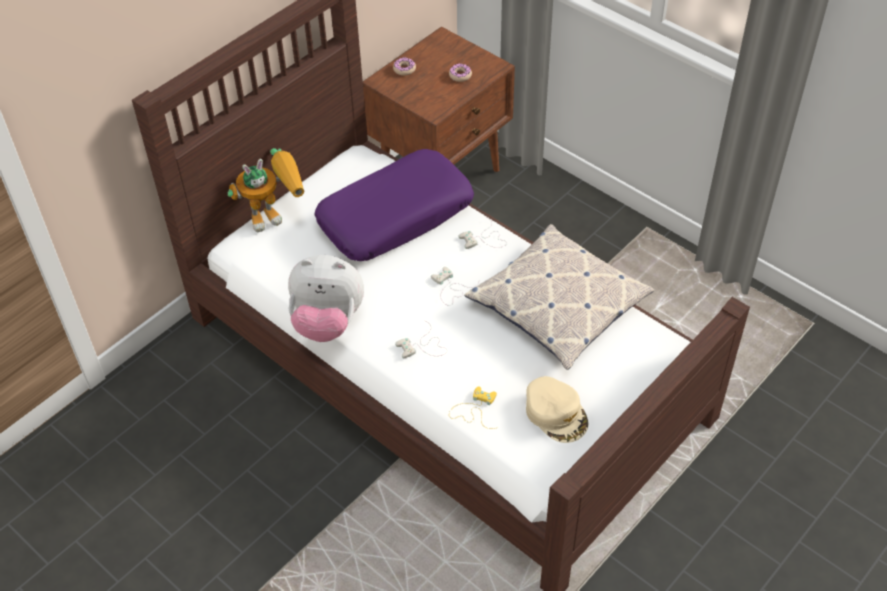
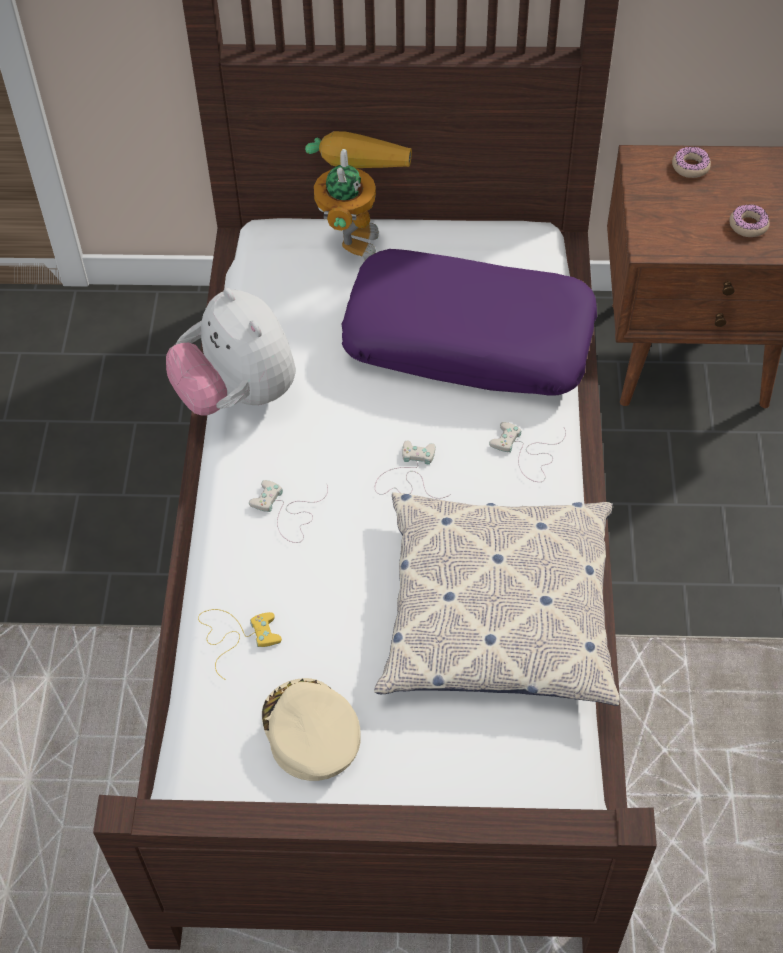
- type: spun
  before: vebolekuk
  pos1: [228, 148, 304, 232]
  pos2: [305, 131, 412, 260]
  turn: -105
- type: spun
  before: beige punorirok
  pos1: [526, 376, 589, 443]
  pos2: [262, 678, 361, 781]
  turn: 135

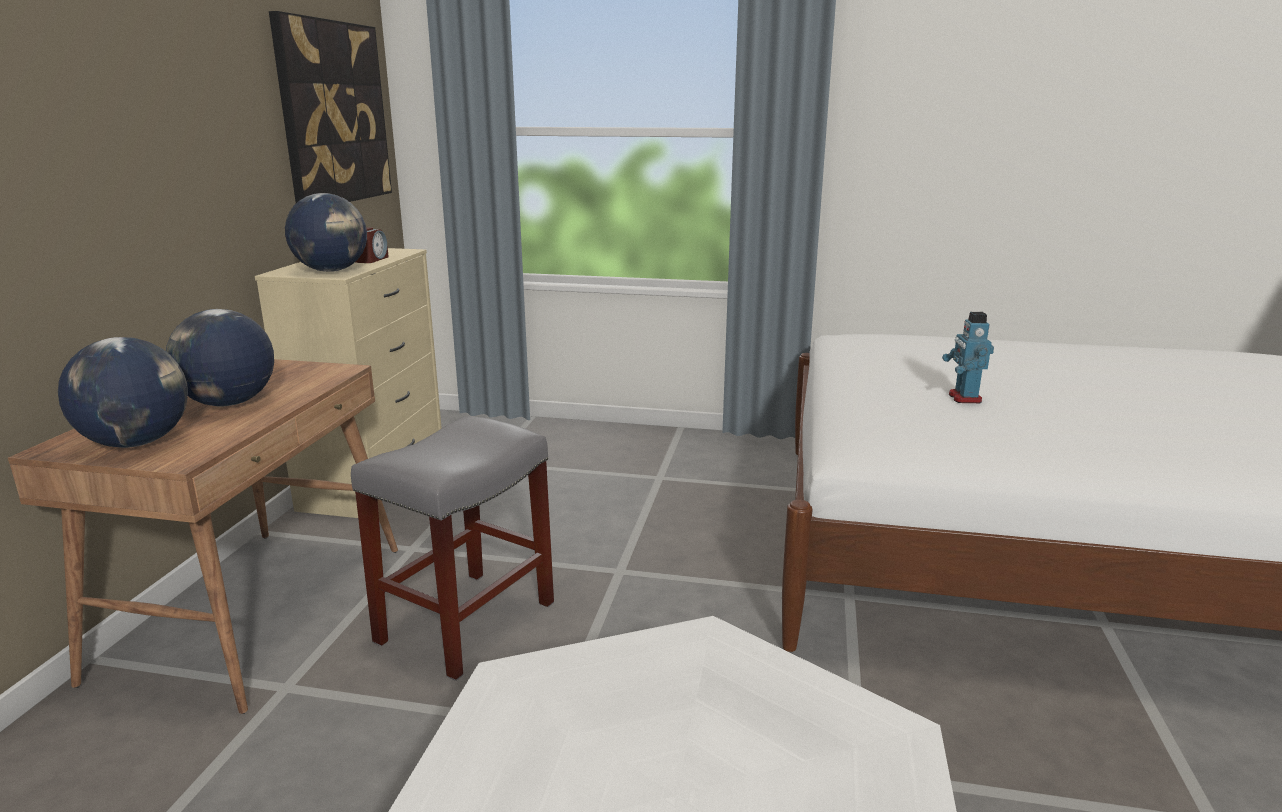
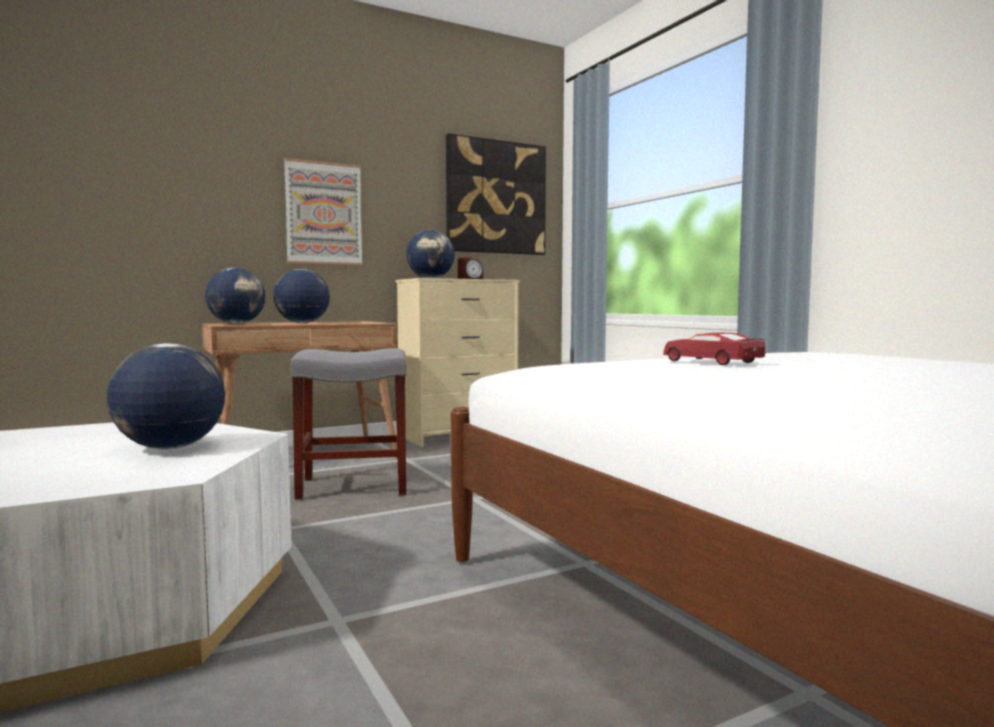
- type: exchanged
  before: vebolekuk
  after: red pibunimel
  pos1: [942, 312, 994, 403]
  pos2: [663, 332, 767, 365]
- type: appeared
  after: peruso
  pos2: [284, 158, 363, 265]
- type: appeared
  after: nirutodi
  pos2: [107, 343, 225, 449]

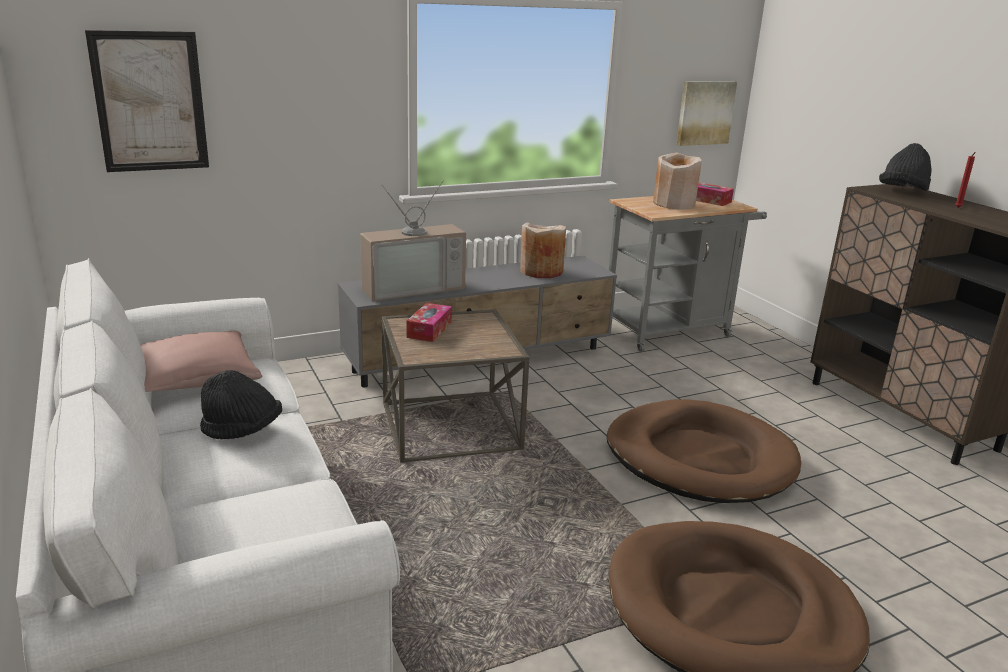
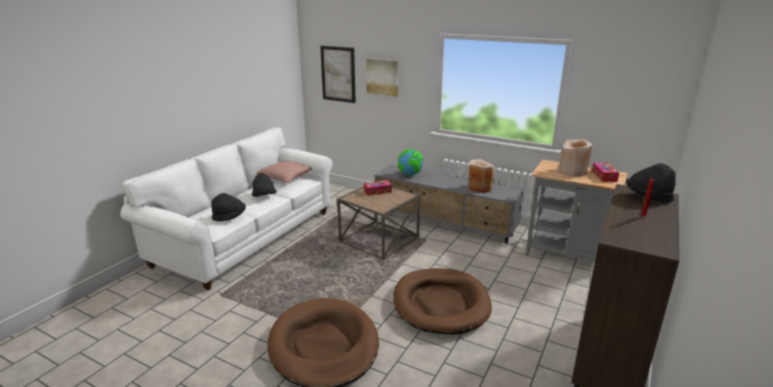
- type: relocated
  before: peruso
  pos1: [676, 81, 737, 146]
  pos2: [366, 58, 398, 97]
- type: exchanged
  before: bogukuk
  after: nirutodi
  pos1: [360, 180, 466, 301]
  pos2: [398, 149, 423, 176]
- type: appeared
  after: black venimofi
  pos2: [211, 193, 246, 221]

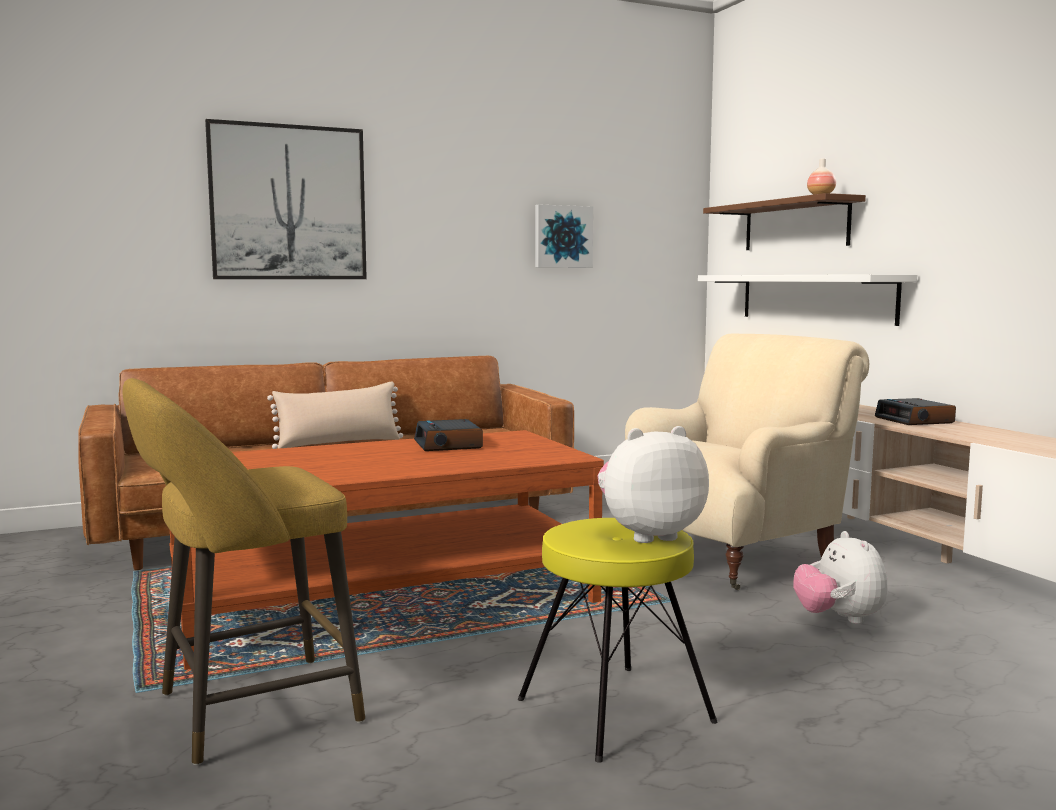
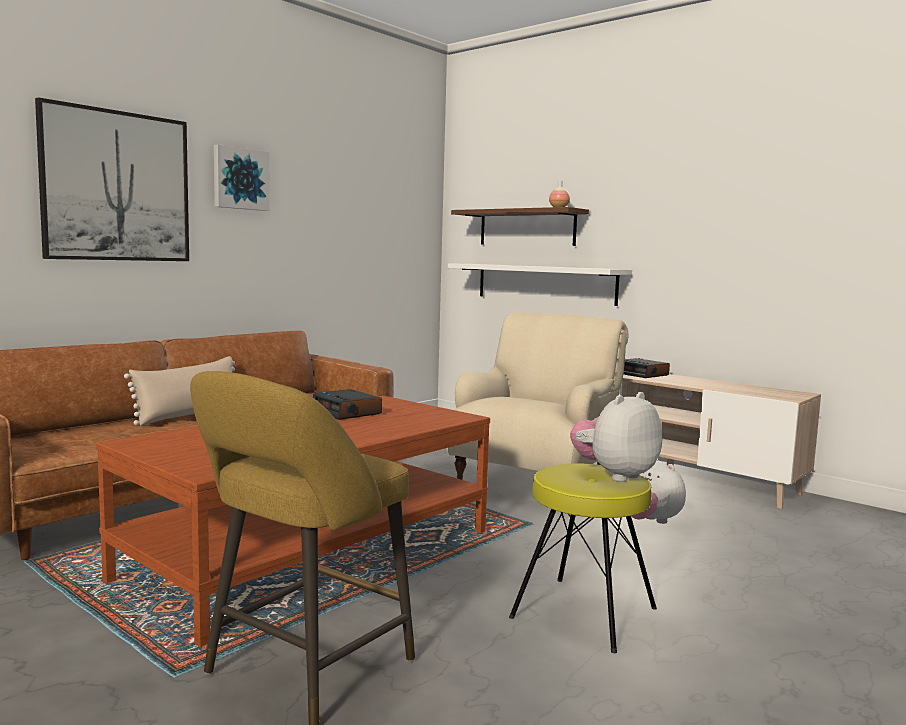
- type: relocated
  before: peruso
  pos1: [535, 204, 593, 268]
  pos2: [214, 144, 270, 211]

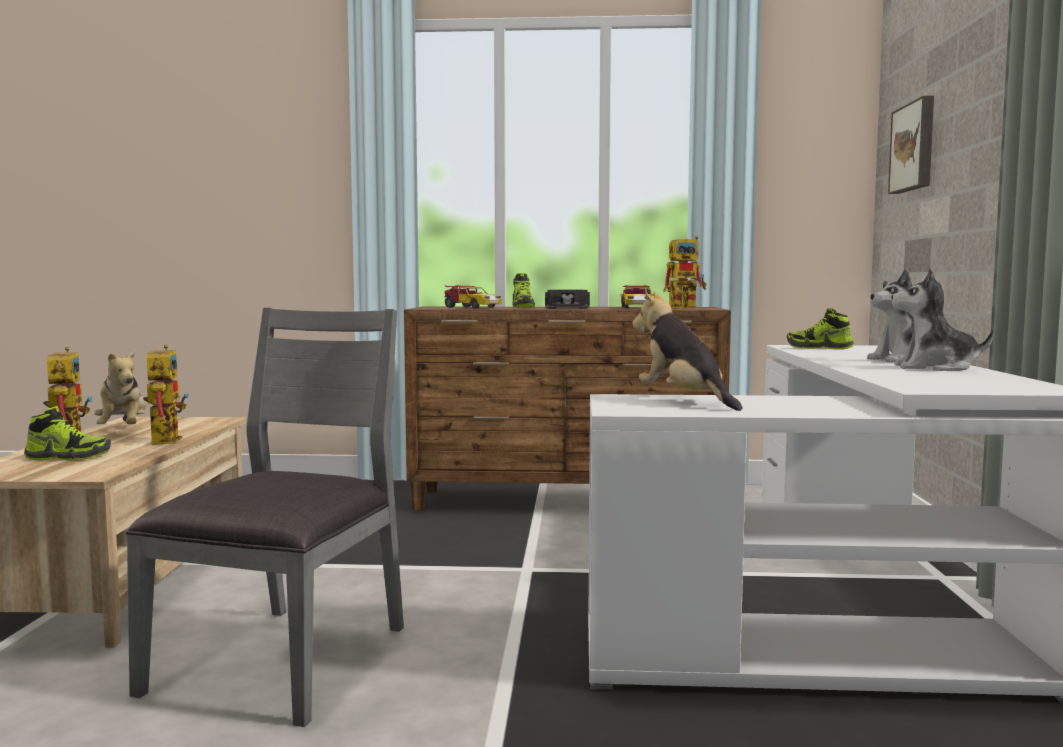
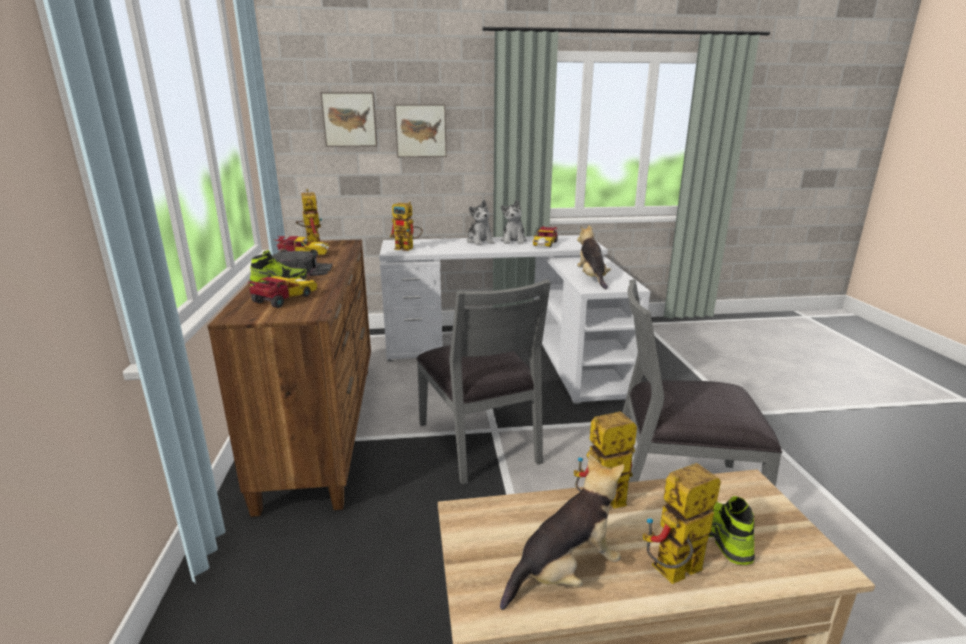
- type: spun
  before: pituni
  pos1: [632, 289, 742, 411]
  pos2: [577, 225, 611, 290]
  turn: 120
- type: exchanged
  before: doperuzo
  after: vebolekuk
  pos1: [787, 308, 854, 350]
  pos2: [390, 202, 423, 251]
- type: appeared
  after: peruso
  pos2: [394, 104, 447, 157]
- type: appeared
  after: pibunimel
  pos2: [533, 226, 558, 247]
- type: appeared
  after: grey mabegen
  pos2: [416, 279, 551, 485]

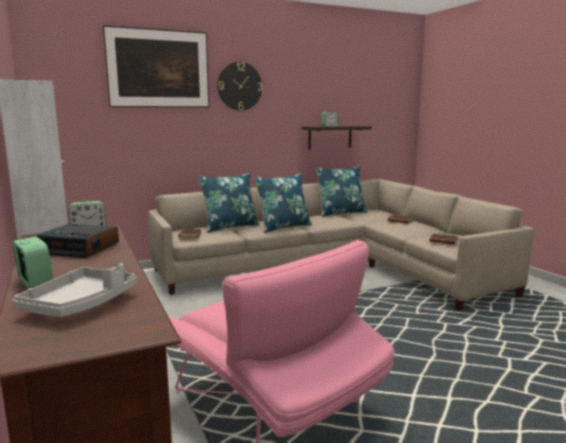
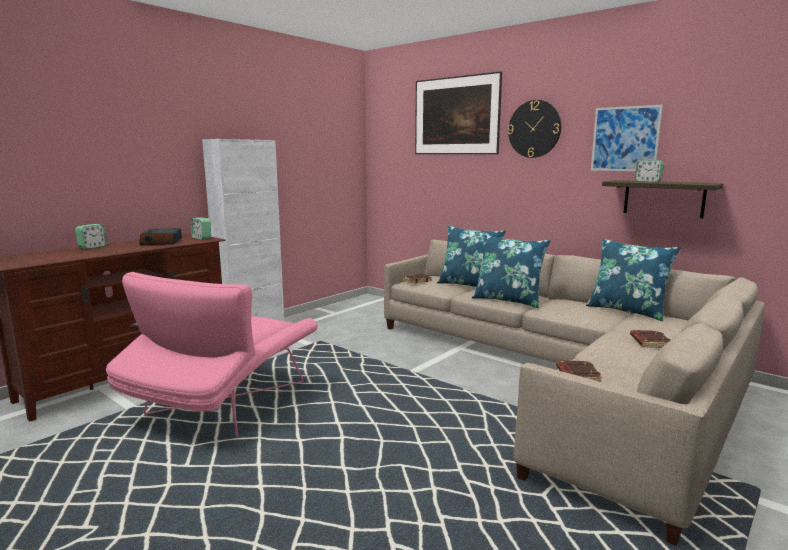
- type: missing
  before: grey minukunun
  pos1: [13, 263, 137, 317]
- type: appeared
  after: peruso
  pos2: [591, 105, 663, 171]

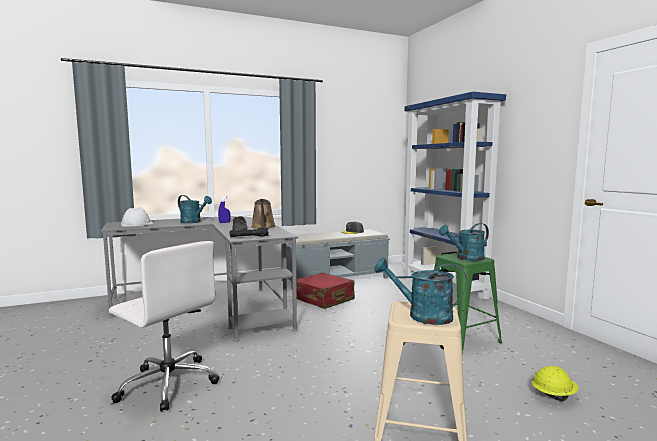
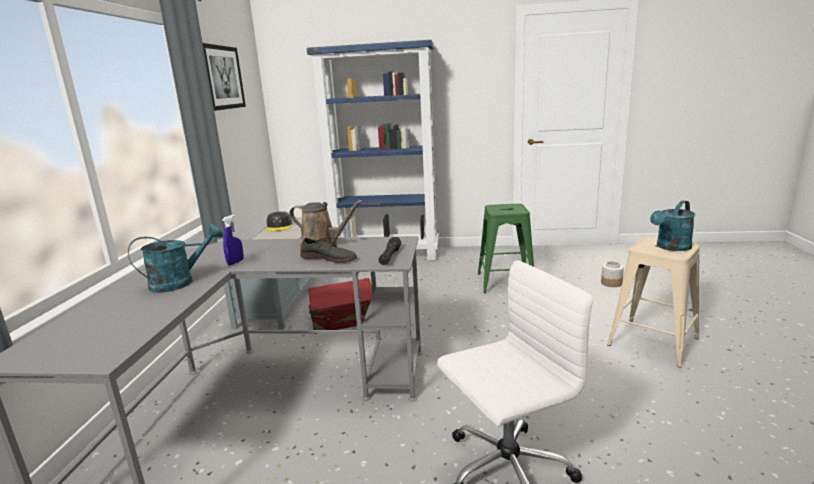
- type: missing
  before: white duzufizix
  pos1: [121, 207, 154, 227]
- type: missing
  before: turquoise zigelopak
  pos1: [439, 223, 489, 261]
- type: exchanged
  before: yellow duzufizix
  after: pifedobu
  pos1: [532, 366, 578, 401]
  pos2: [601, 261, 624, 287]
- type: appeared
  after: peruso
  pos2: [203, 43, 246, 111]

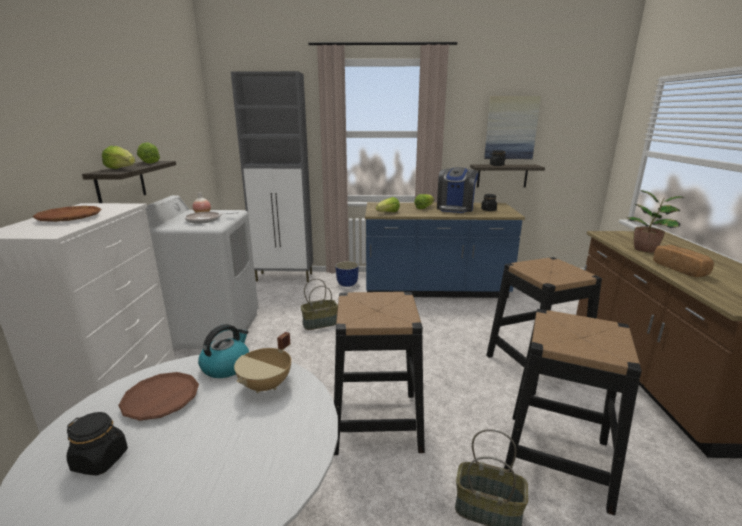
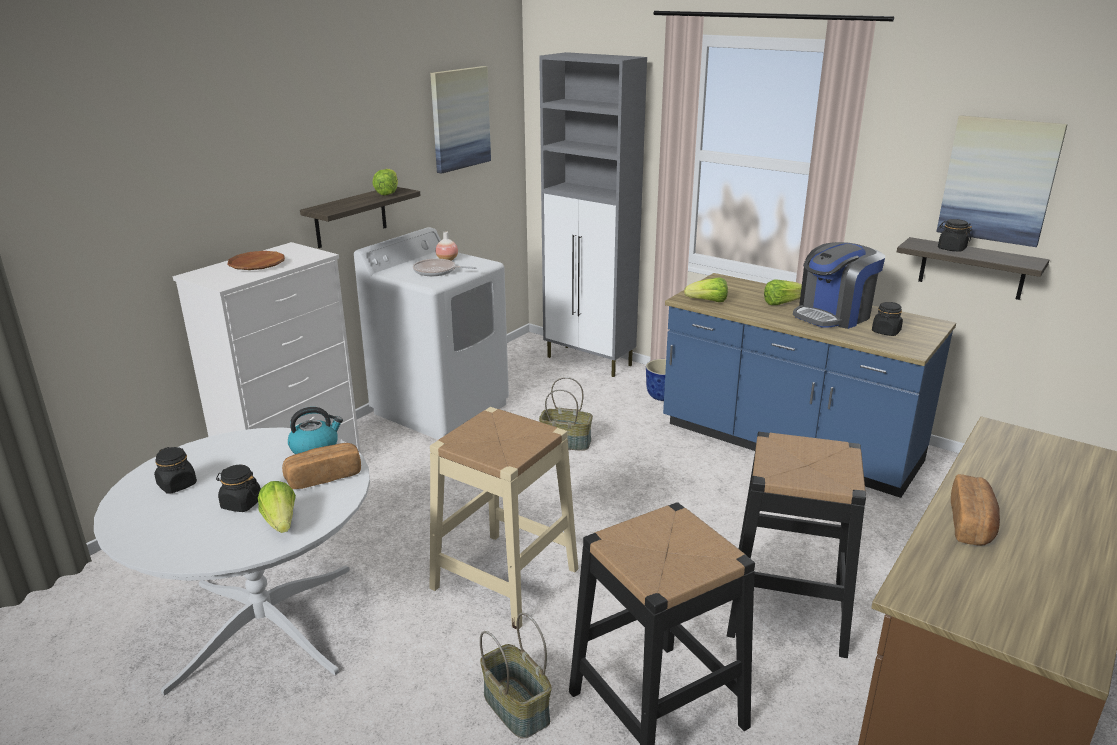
- type: relocated
  before: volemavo
  pos1: [102, 146, 135, 169]
  pos2: [258, 481, 296, 533]
- type: missing
  before: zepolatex
  pos1: [626, 190, 684, 253]
- type: colour
  before: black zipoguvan
  after: beige zipoguvan
  pos1: [334, 292, 425, 455]
  pos2: [429, 407, 578, 629]
- type: exchanged
  before: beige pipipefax
  after: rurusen
  pos1: [234, 332, 291, 393]
  pos2: [282, 443, 361, 489]
- type: missing
  before: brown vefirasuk
  pos1: [118, 372, 199, 421]
- type: appeared
  after: peruso
  pos2: [430, 66, 491, 174]
- type: appeared
  after: black pifedobu
  pos2: [216, 465, 261, 512]

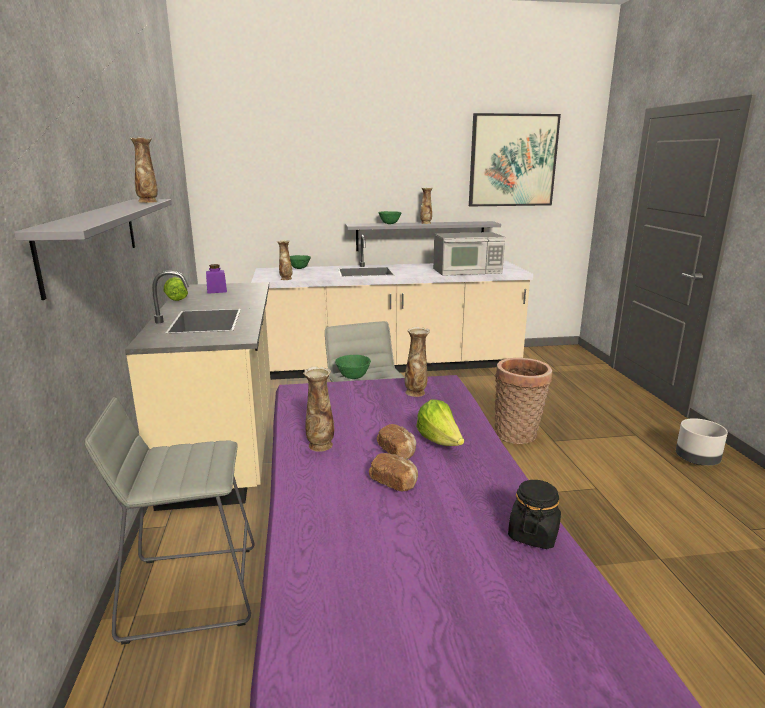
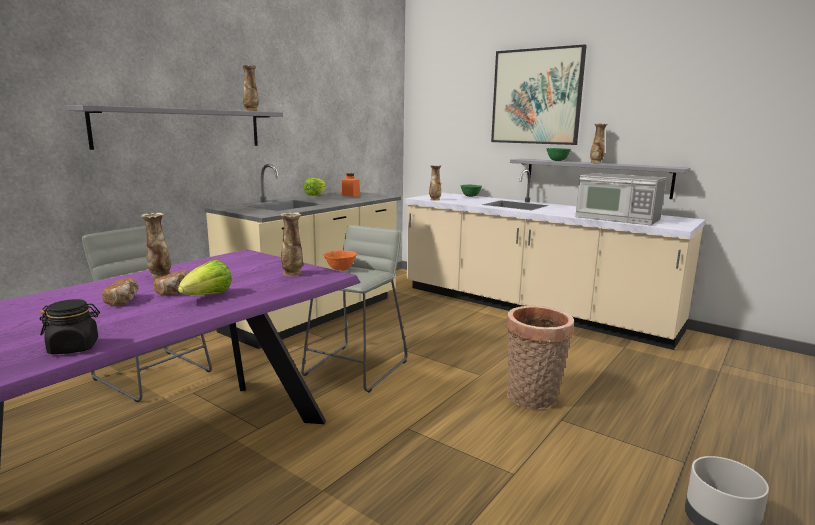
- type: relocated
  before: peruso
  pos1: [469, 113, 561, 206]
  pos2: [491, 44, 587, 145]
- type: colour
  before: purple pifedobu
  after: orange pifedobu
  pos1: [206, 264, 227, 294]
  pos2: [341, 173, 360, 197]
- type: colour
  before: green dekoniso
  after: orange dekoniso
  pos1: [335, 355, 371, 379]
  pos2: [324, 250, 357, 271]

